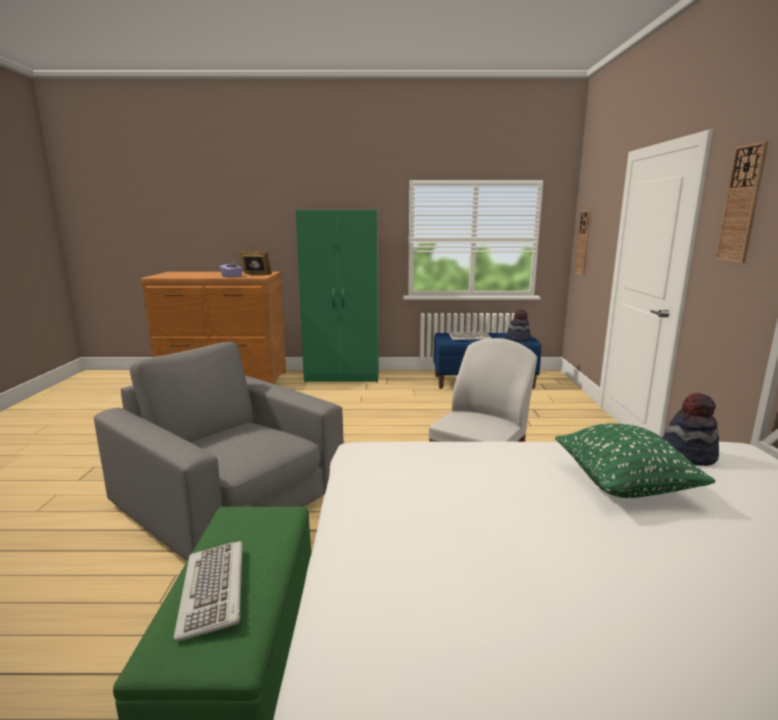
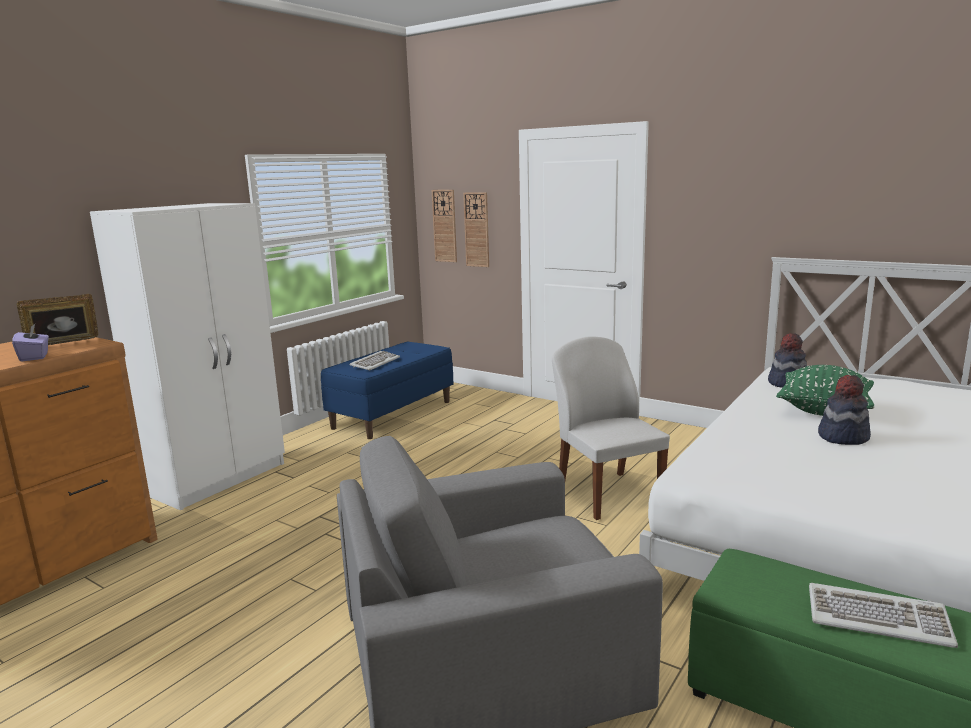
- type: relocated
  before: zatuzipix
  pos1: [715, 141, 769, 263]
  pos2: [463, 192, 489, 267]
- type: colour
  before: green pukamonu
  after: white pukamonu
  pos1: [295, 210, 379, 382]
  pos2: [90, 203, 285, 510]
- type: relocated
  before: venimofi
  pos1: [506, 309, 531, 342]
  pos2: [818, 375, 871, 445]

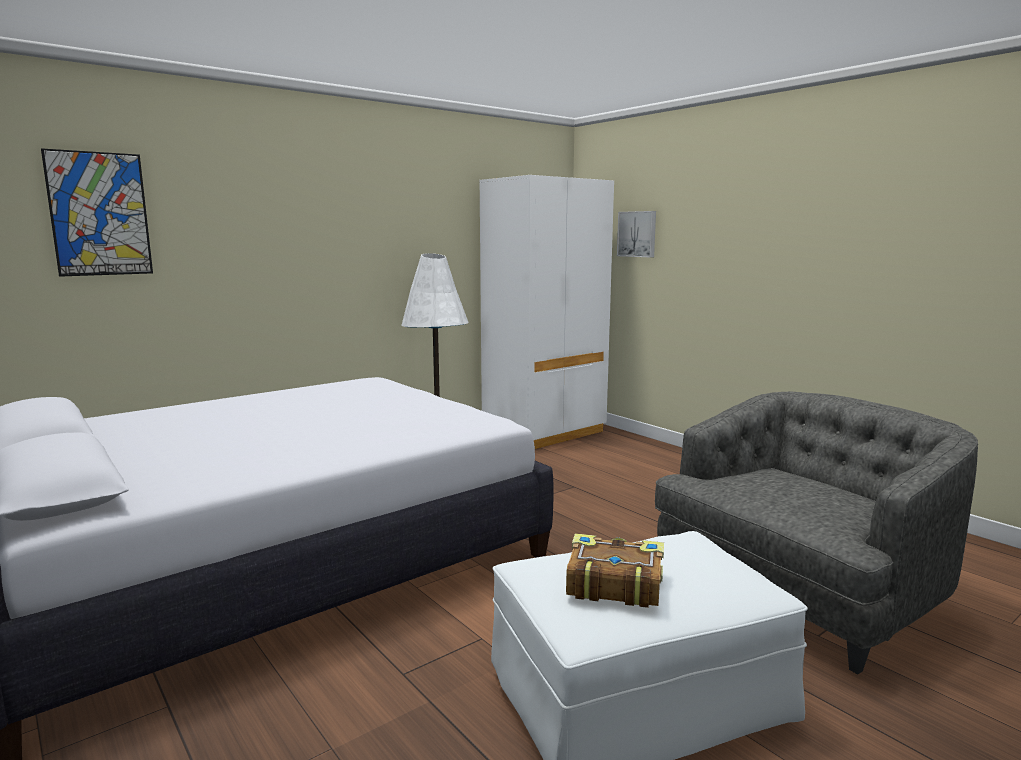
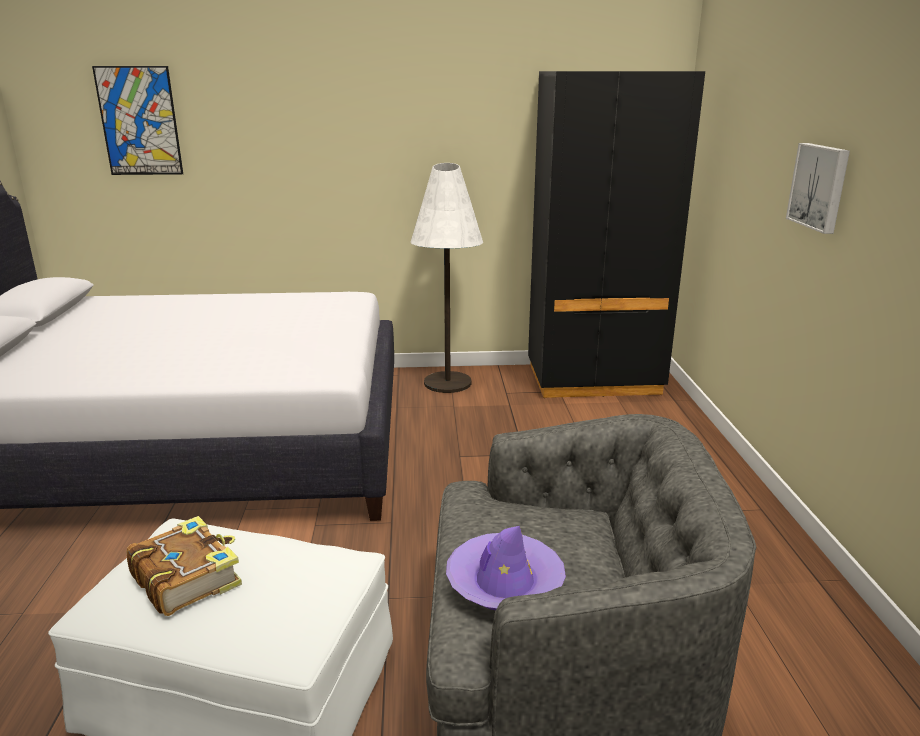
- type: colour
  before: white pukamonu
  after: black pukamonu
  pos1: [480, 175, 614, 449]
  pos2: [528, 71, 705, 398]
- type: relocated
  before: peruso
  pos1: [617, 211, 656, 257]
  pos2: [786, 143, 850, 234]
- type: appeared
  after: purple venimofi
  pos2: [446, 526, 566, 610]

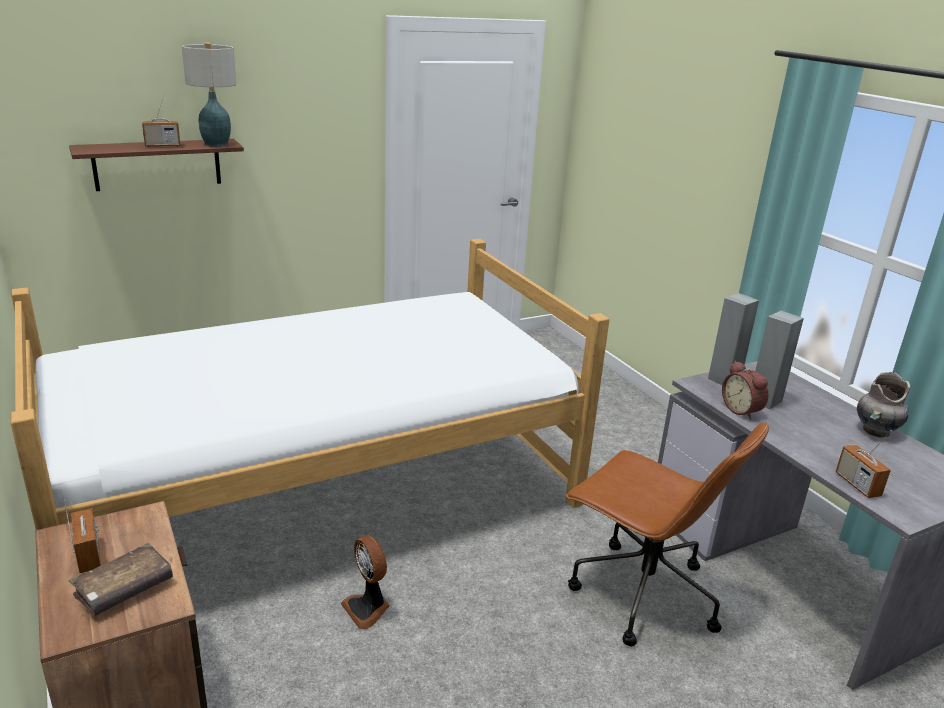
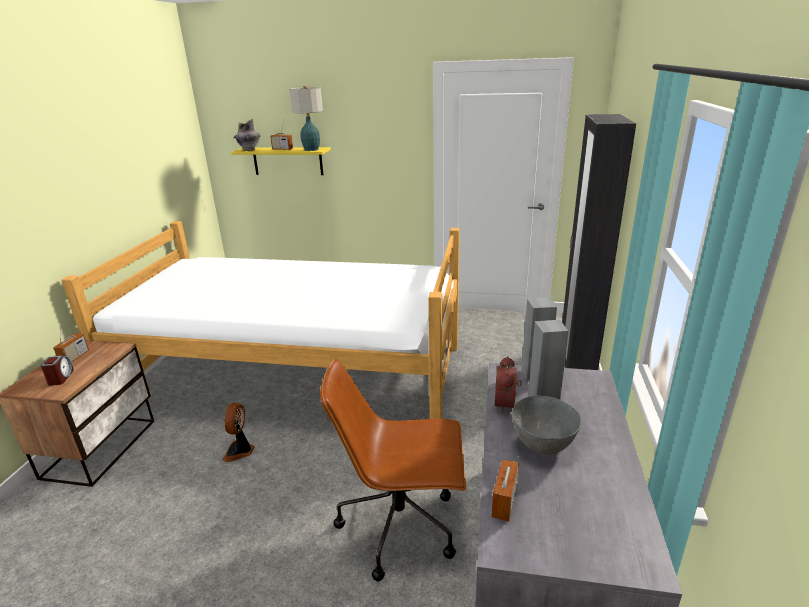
- type: colour
  before: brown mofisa
  after: yellow mofisa
  pos1: [69, 139, 244, 191]
  pos2: [231, 147, 331, 175]
- type: relocated
  before: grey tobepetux
  pos1: [857, 372, 910, 438]
  pos2: [233, 119, 261, 151]
- type: spun
  before: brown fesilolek
  pos1: [566, 422, 769, 647]
  pos2: [320, 359, 466, 581]
  turn: 105
- type: exchanged
  before: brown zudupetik
  after: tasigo
  pos1: [69, 543, 173, 616]
  pos2: [40, 355, 74, 386]
- type: appeared
  after: black pukamonu
  pos2: [562, 114, 636, 370]
- type: appeared
  after: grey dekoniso
  pos2: [511, 396, 581, 455]

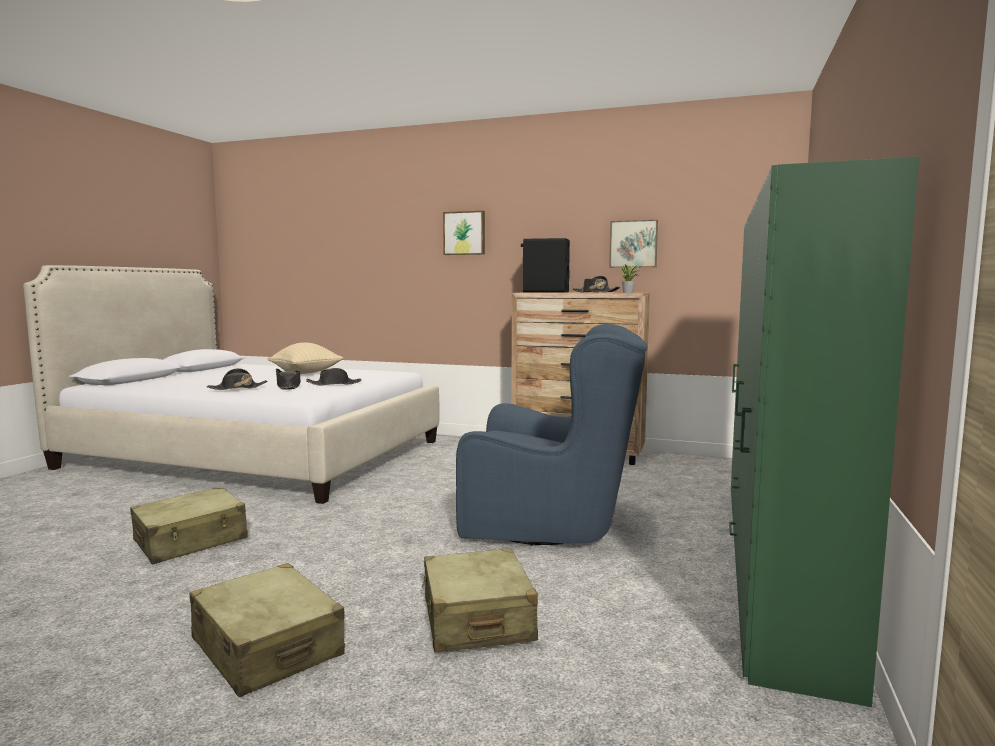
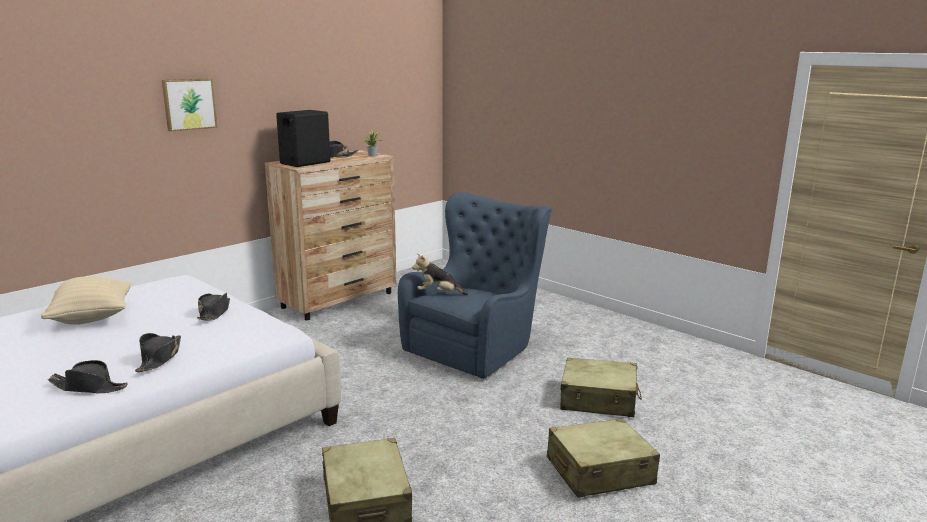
- type: missing
  before: green pukamonu
  pos1: [729, 157, 919, 707]
- type: missing
  before: peruso
  pos1: [609, 220, 658, 268]
- type: relocated
  before: black venimofi
  pos1: [276, 369, 301, 390]
  pos2: [48, 360, 128, 393]
- type: appeared
  after: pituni
  pos2: [412, 254, 468, 295]

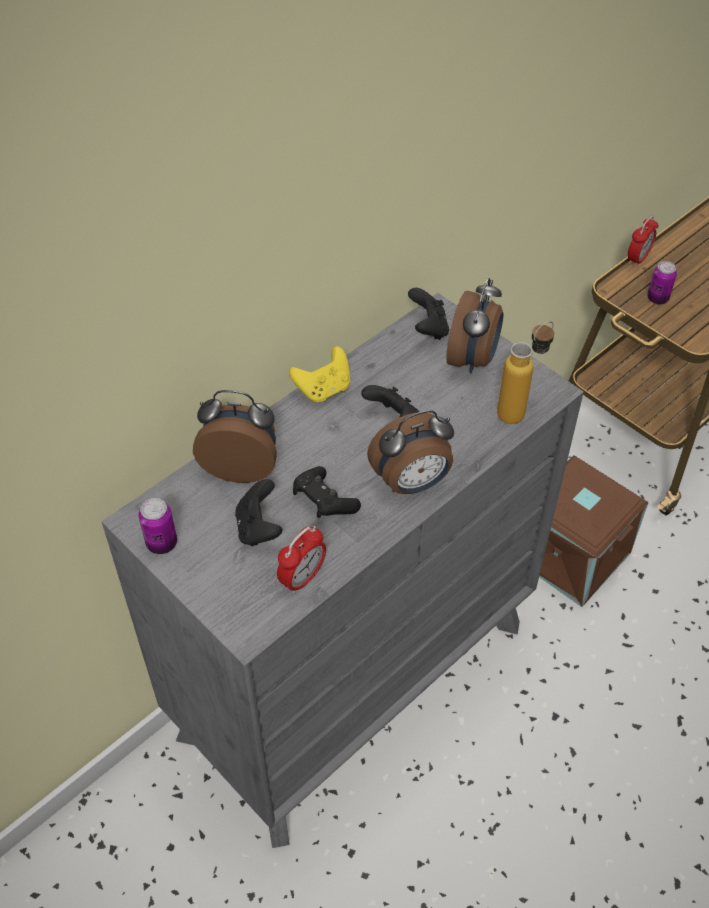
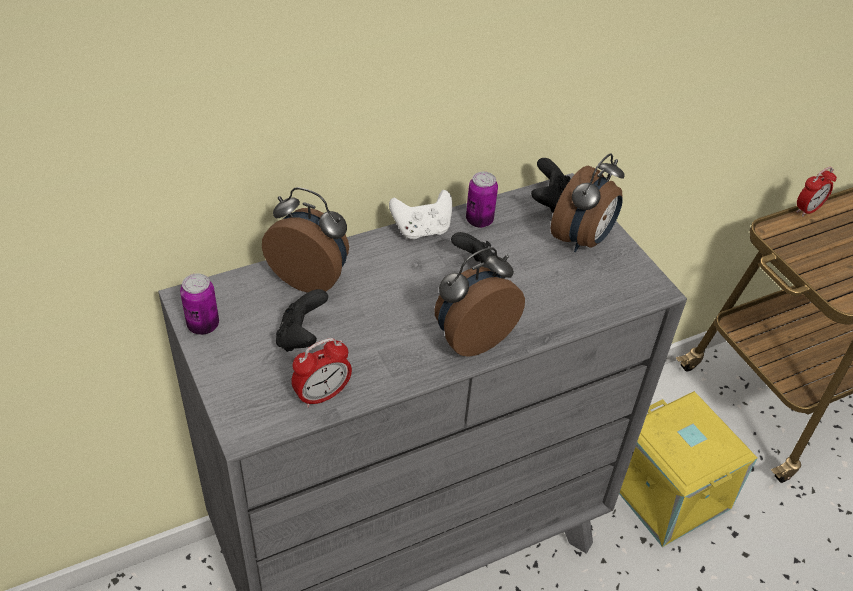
- type: relocated
  before: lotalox
  pos1: [647, 261, 677, 305]
  pos2: [466, 172, 498, 228]
- type: missing
  before: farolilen
  pos1: [497, 321, 554, 424]
- type: colour
  before: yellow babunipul
  after: white babunipul
  pos1: [289, 346, 351, 403]
  pos2: [389, 190, 452, 239]
- type: spun
  before: tasigo
  pos1: [367, 410, 454, 494]
  pos2: [434, 247, 525, 357]
  turn: 150
- type: colour
  before: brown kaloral
  after: yellow kaloral
  pos1: [539, 455, 649, 607]
  pos2: [619, 391, 757, 547]
- type: missing
  before: black babunipul
  pos1: [293, 466, 361, 518]

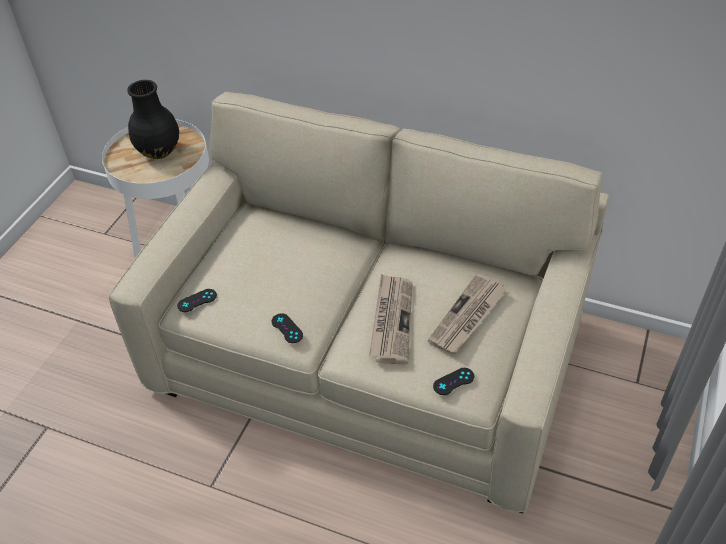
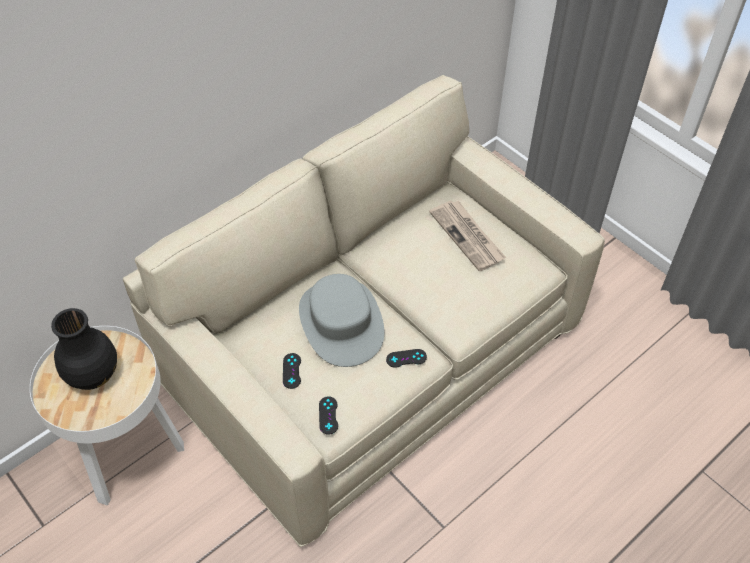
- type: missing
  before: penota
  pos1: [369, 274, 413, 364]
- type: relocated
  before: black babunipul
  pos1: [433, 368, 474, 395]
  pos2: [283, 353, 301, 389]
- type: appeared
  after: grey venimofi
  pos2: [299, 274, 384, 367]

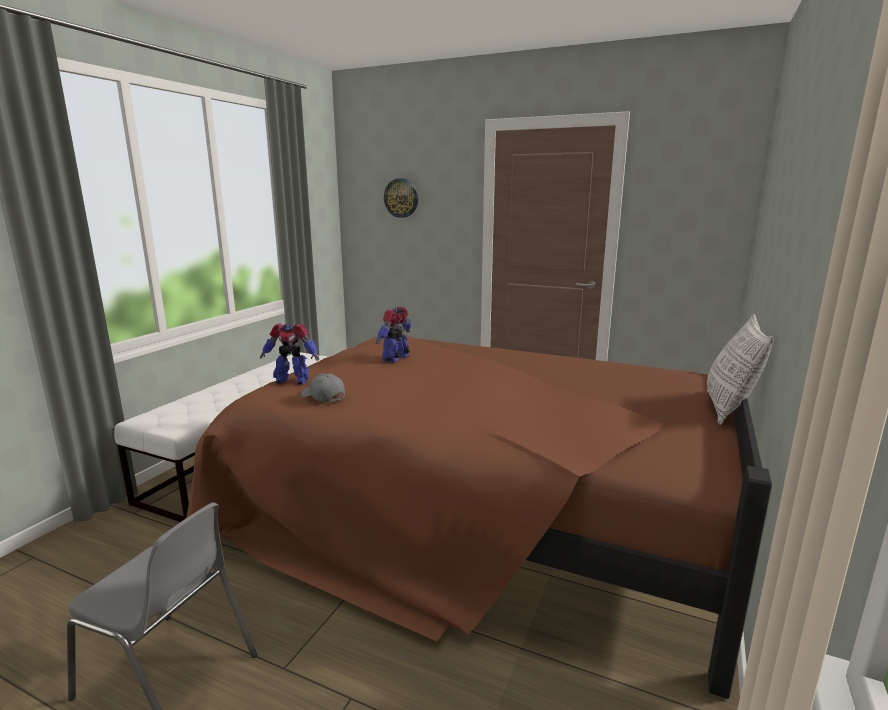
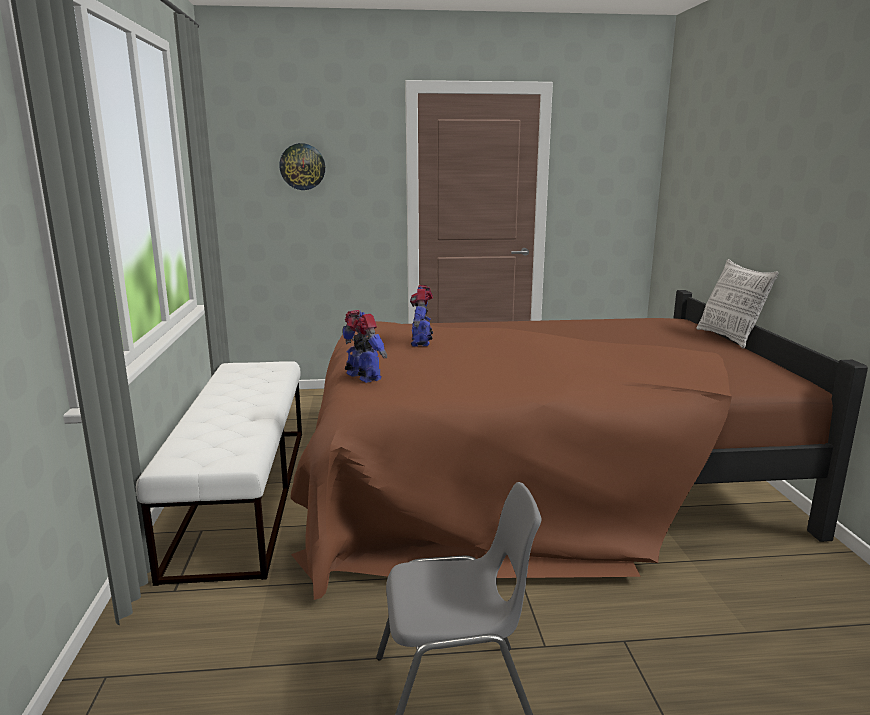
- type: spun
  before: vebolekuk
  pos1: [260, 323, 319, 385]
  pos2: [343, 310, 387, 383]
  turn: -105
- type: missing
  before: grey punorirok
  pos1: [301, 373, 345, 403]

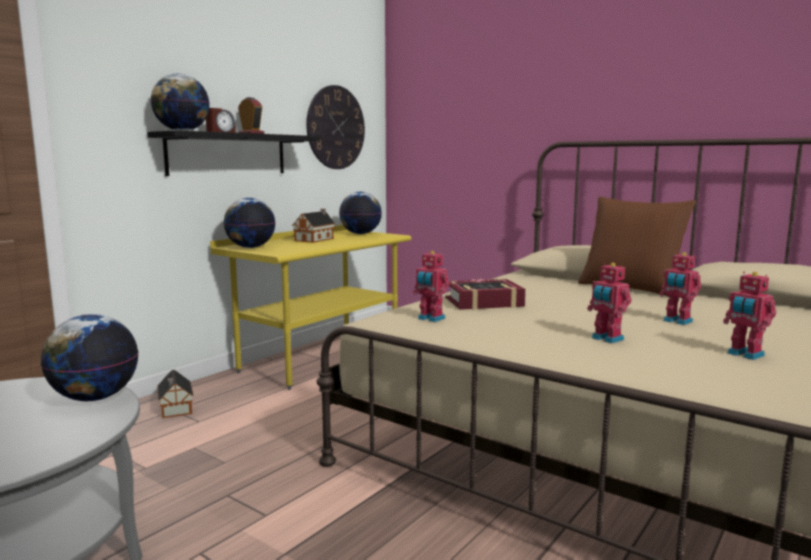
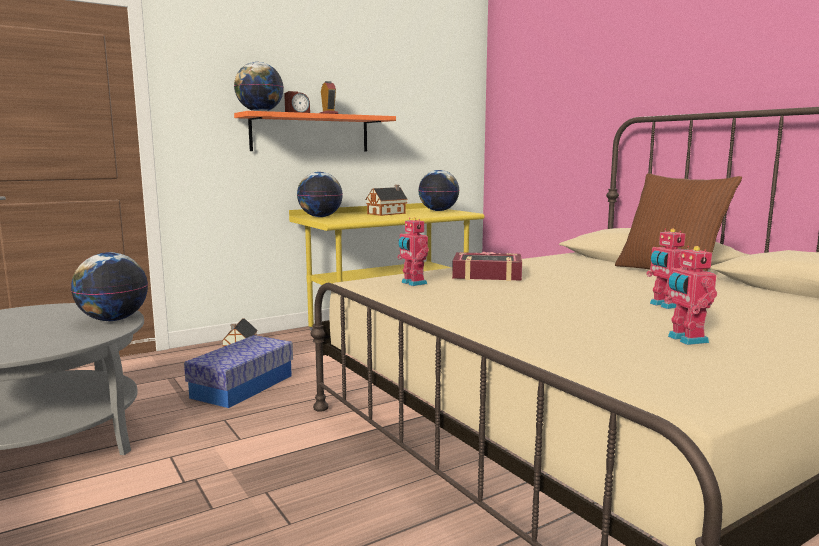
- type: missing
  before: zatuzipix
  pos1: [306, 85, 365, 169]
- type: colour
  before: black mofisa
  after: orange mofisa
  pos1: [147, 130, 320, 176]
  pos2: [234, 111, 396, 151]
- type: missing
  before: vebolekuk
  pos1: [587, 262, 632, 343]
- type: appeared
  after: kaloral
  pos2: [184, 335, 293, 408]

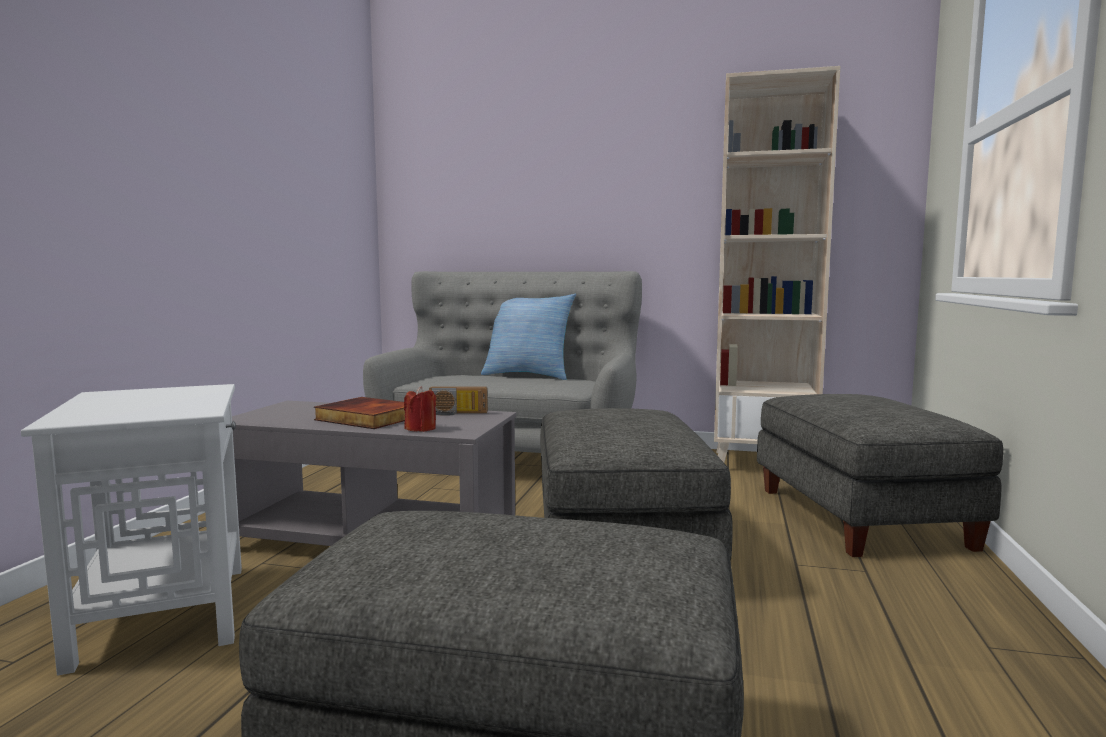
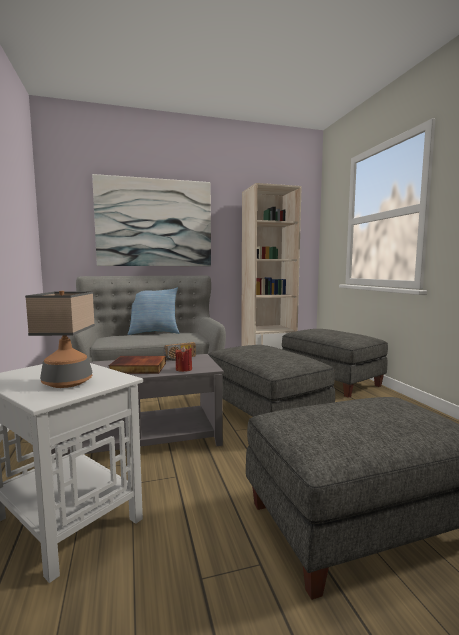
- type: appeared
  after: peruso
  pos2: [92, 174, 211, 266]
- type: appeared
  after: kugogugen
  pos2: [25, 291, 95, 388]

